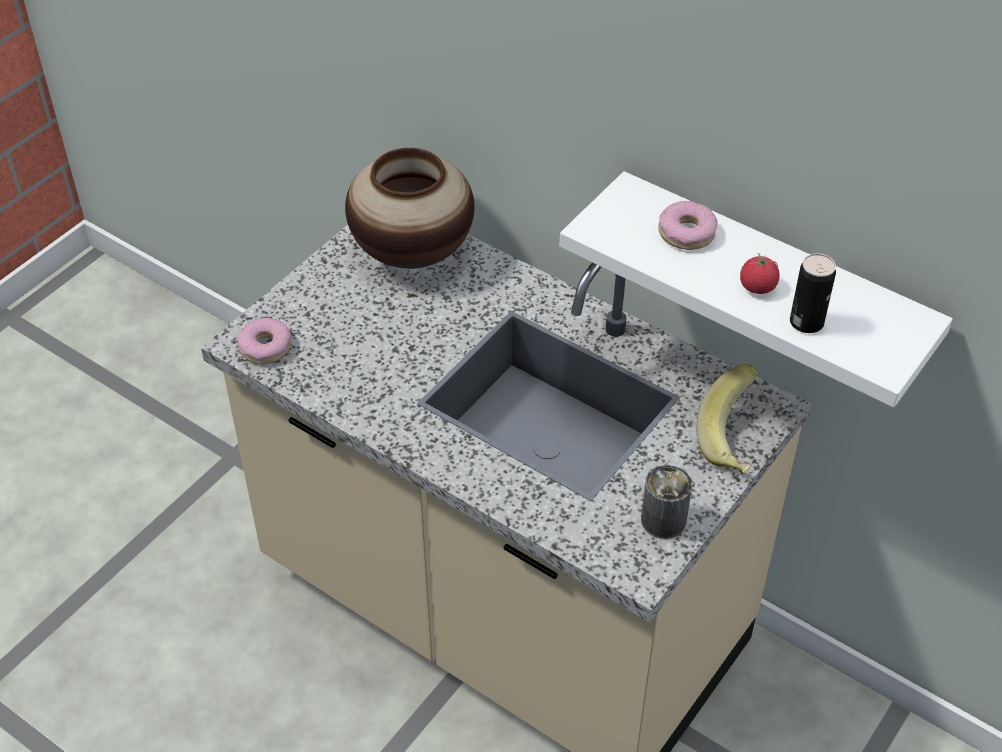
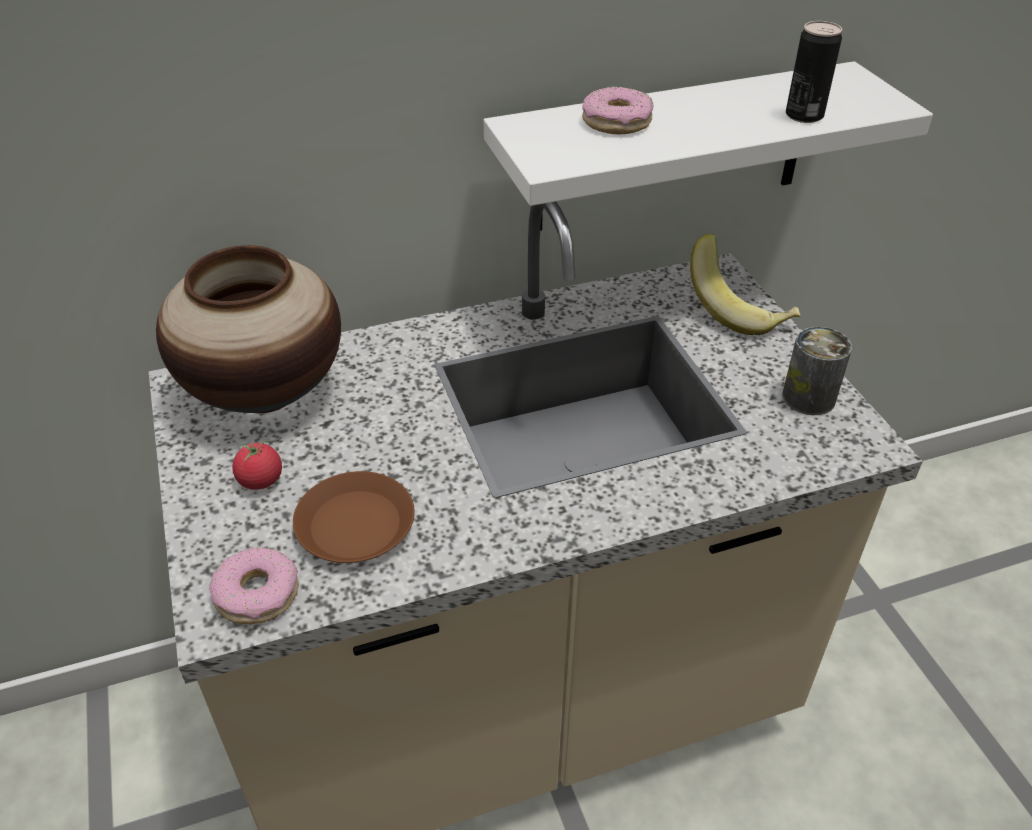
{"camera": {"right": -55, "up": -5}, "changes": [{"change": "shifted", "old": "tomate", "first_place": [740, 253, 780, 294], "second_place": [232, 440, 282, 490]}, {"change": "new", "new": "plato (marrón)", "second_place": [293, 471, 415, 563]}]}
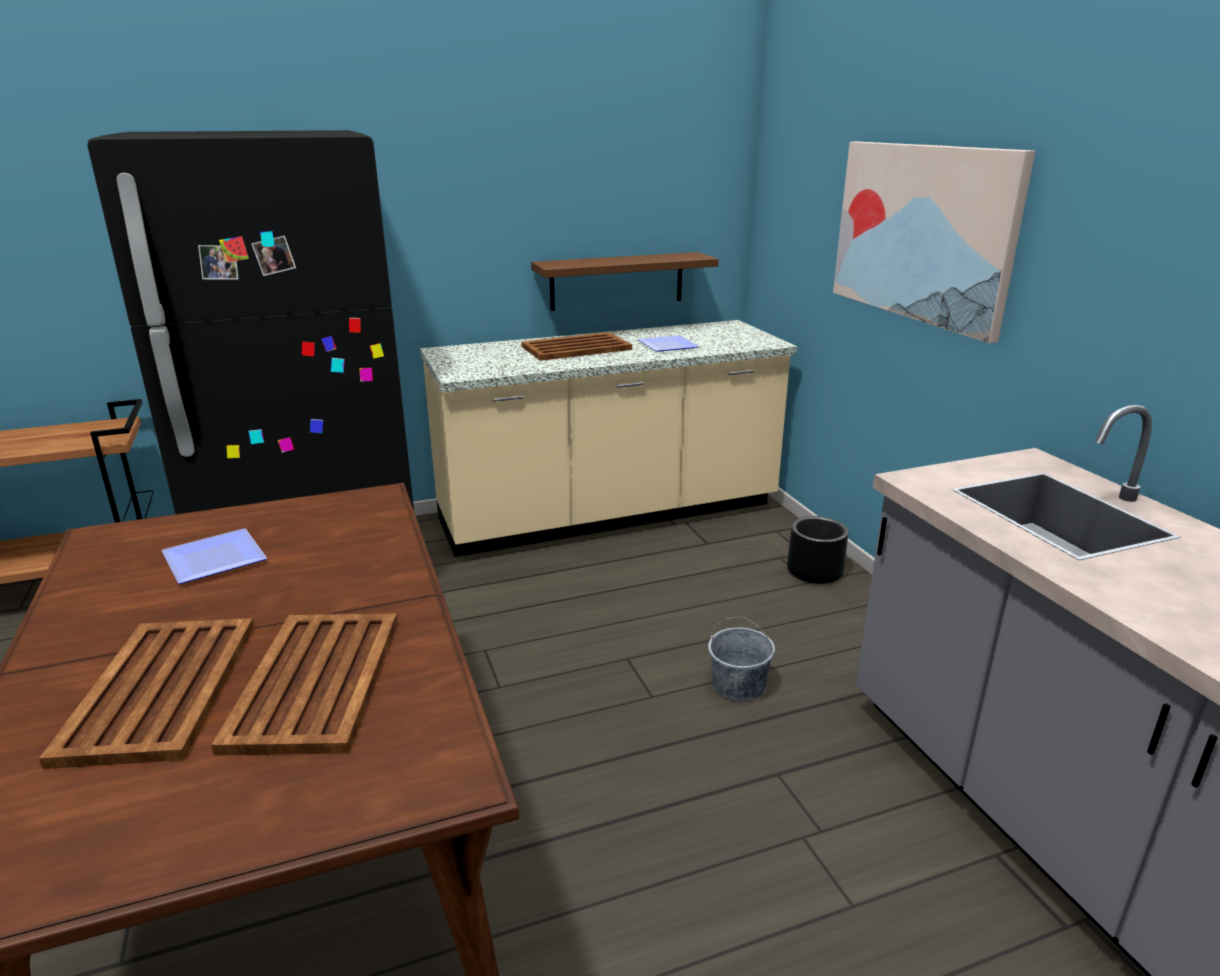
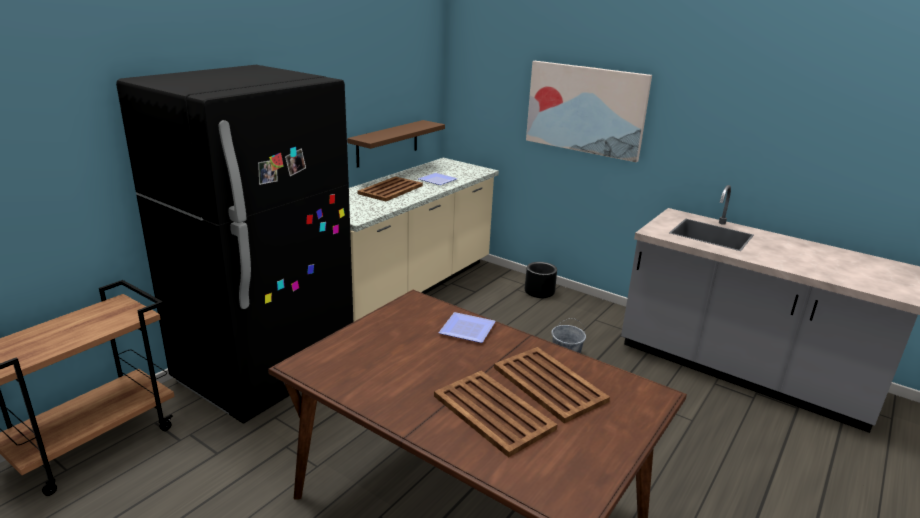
{"camera": {"right": -35, "up": 0}, "changes": [{"change": "shifted", "old": "plato", "first_place": [162, 528, 267, 584], "second_place": [439, 312, 496, 343]}]}
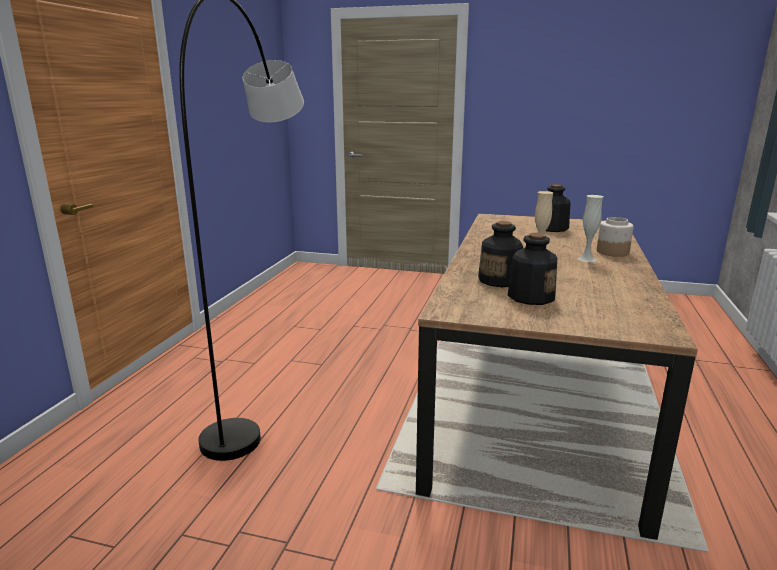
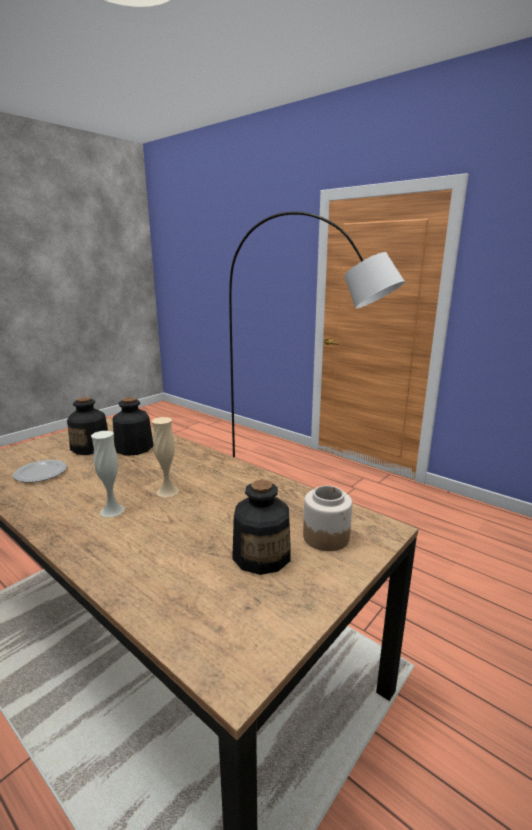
{"camera": {"right": 115, "up": 0}, "changes": [{"change": "shifted", "old": "tarro", "first_place": [597, 217, 634, 257], "second_place": [303, 486, 352, 551]}, {"change": "new", "new": "plato", "second_place": [13, 460, 67, 482]}]}
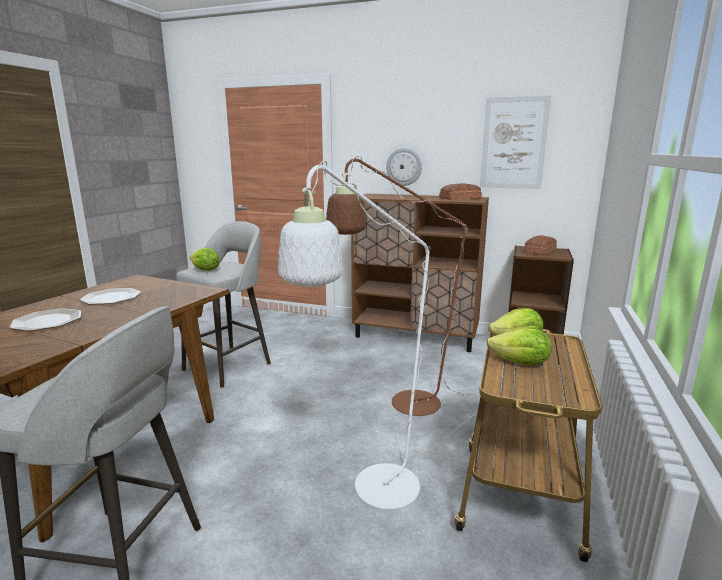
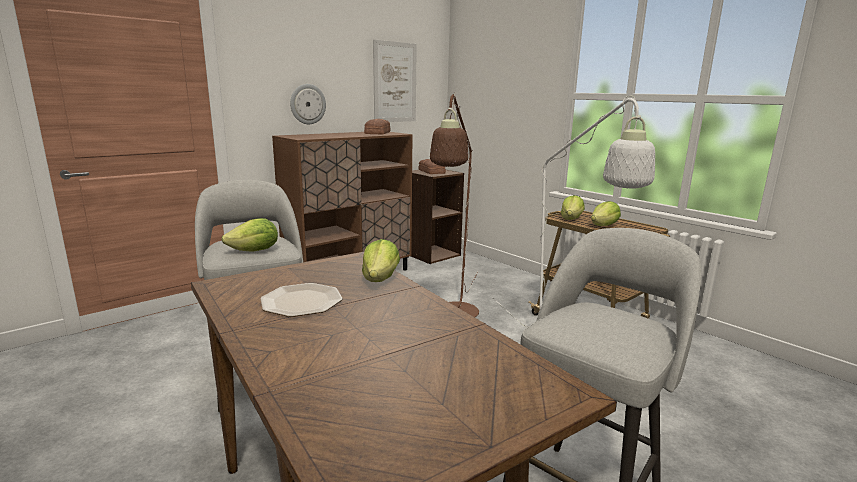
{"camera": {"right": -60, "up": 0}, "changes": [{"change": "gone", "old": "plato", "first_place": [9, 308, 81, 331]}, {"change": "new", "new": "lechuga", "second_place": [362, 239, 400, 282]}]}
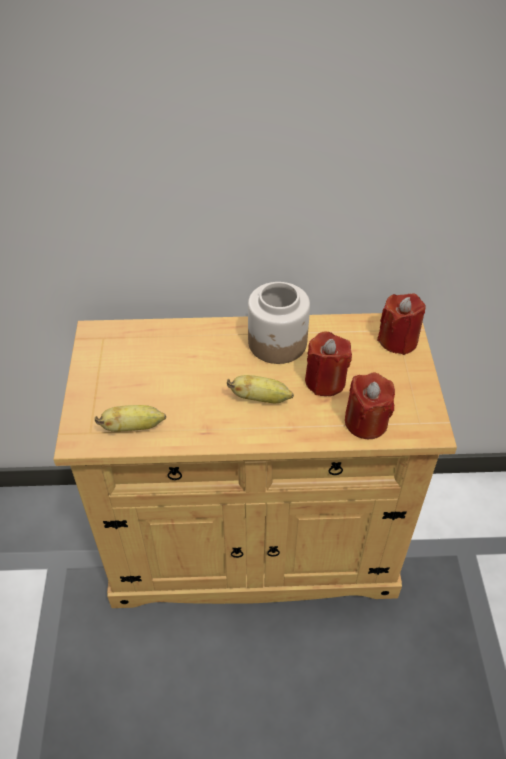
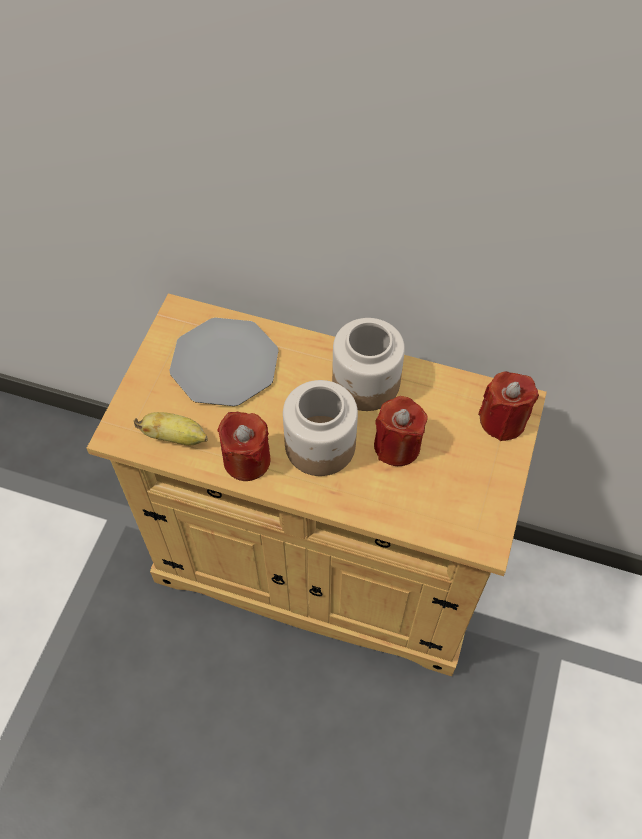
{"camera": {"right": 20, "up": 10}, "changes": [{"change": "shifted", "old": "vela (rojo)", "first_place": [345, 373, 395, 439], "second_place": [217, 412, 270, 481]}, {"change": "swapped", "old": "plátano", "new": "tarro", "first_place": [227, 375, 294, 403], "second_place": [283, 380, 358, 476]}, {"change": "new", "new": "plato", "second_place": [169, 318, 279, 406]}]}
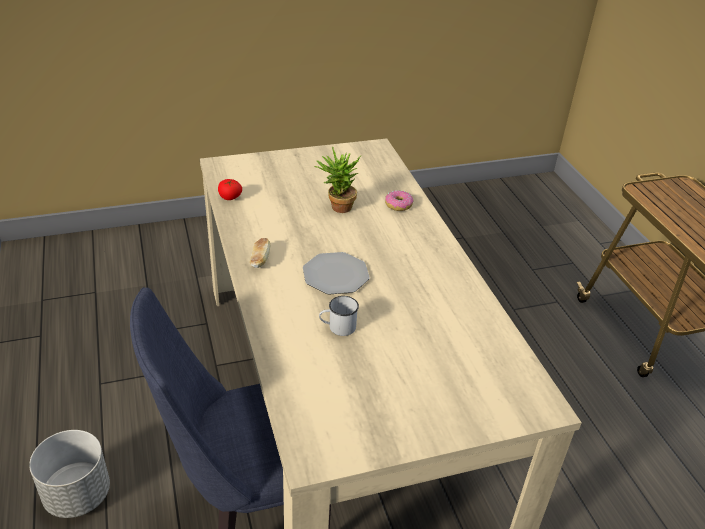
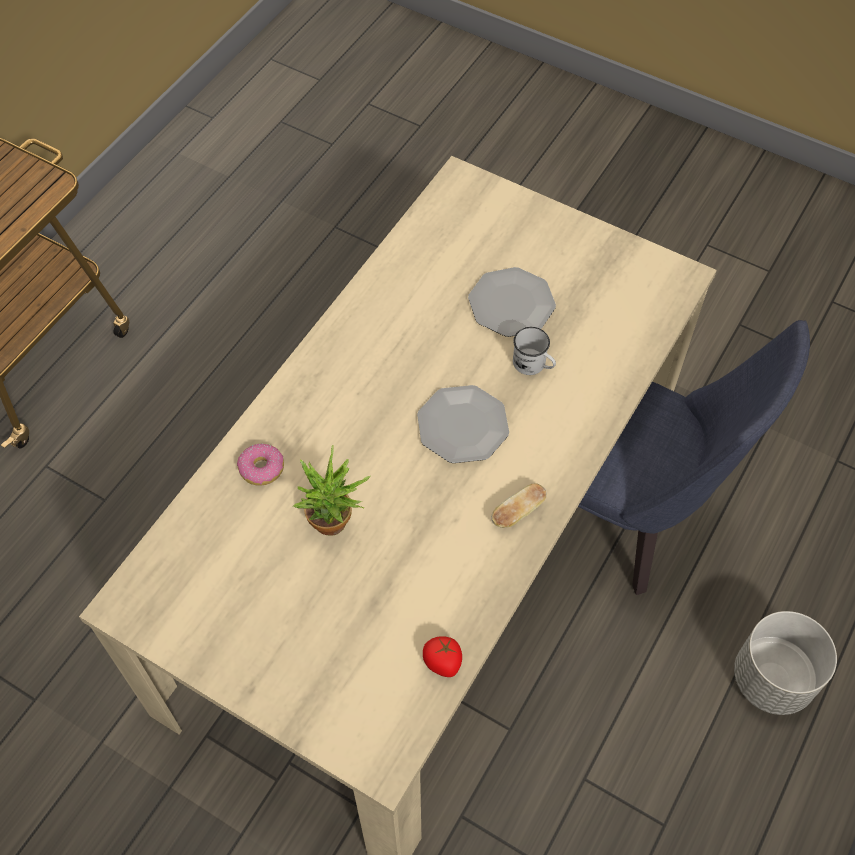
{"camera": {"right": -130, "up": 20}, "changes": [{"change": "new", "new": "plato", "second_place": [468, 267, 556, 337]}]}
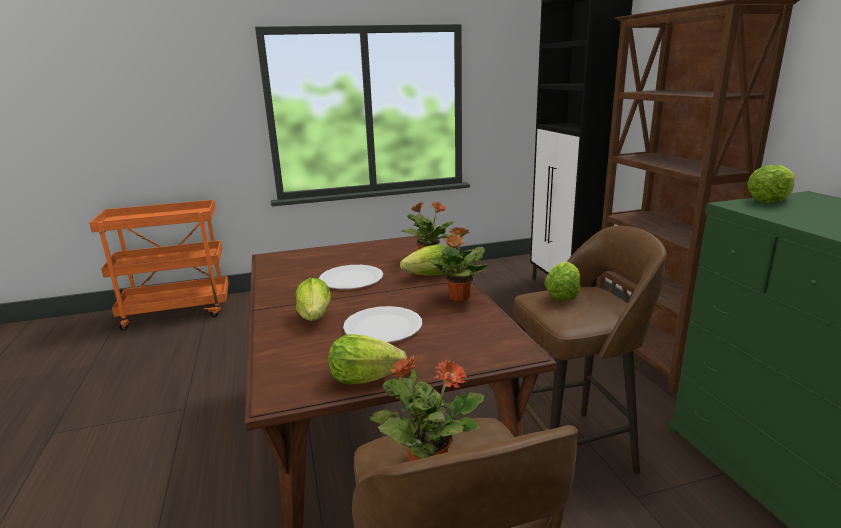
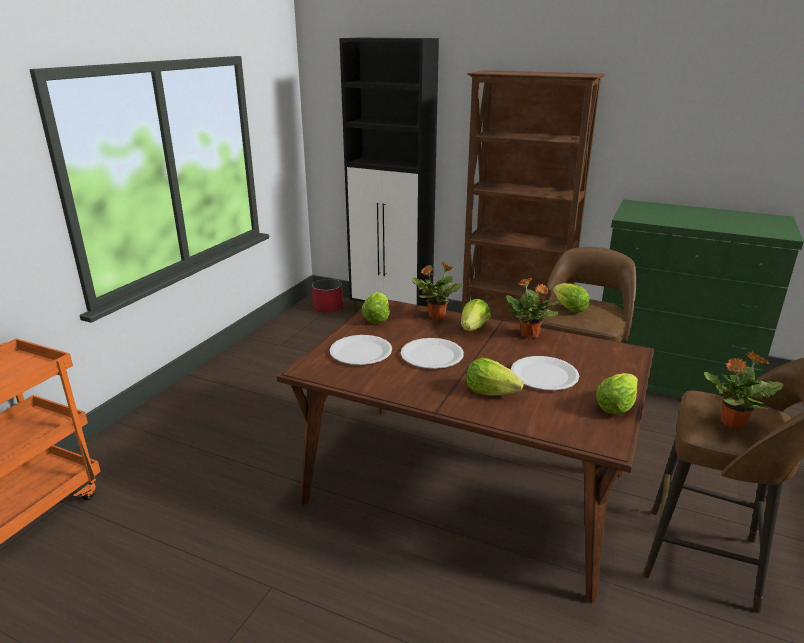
{"camera": {"right": -50, "up": 5}, "changes": [{"change": "shifted", "old": "lechuga", "first_place": [747, 165, 795, 203], "second_place": [361, 292, 390, 323]}, {"change": "new", "new": "maceta (rojo)", "second_place": [312, 279, 343, 314]}, {"change": "new", "new": "plato (blanco)", "second_place": [330, 335, 392, 365]}]}
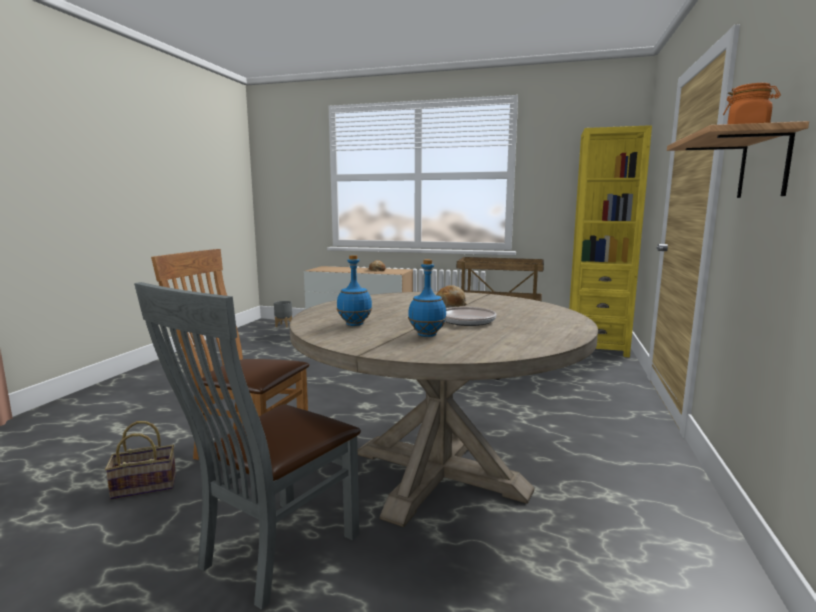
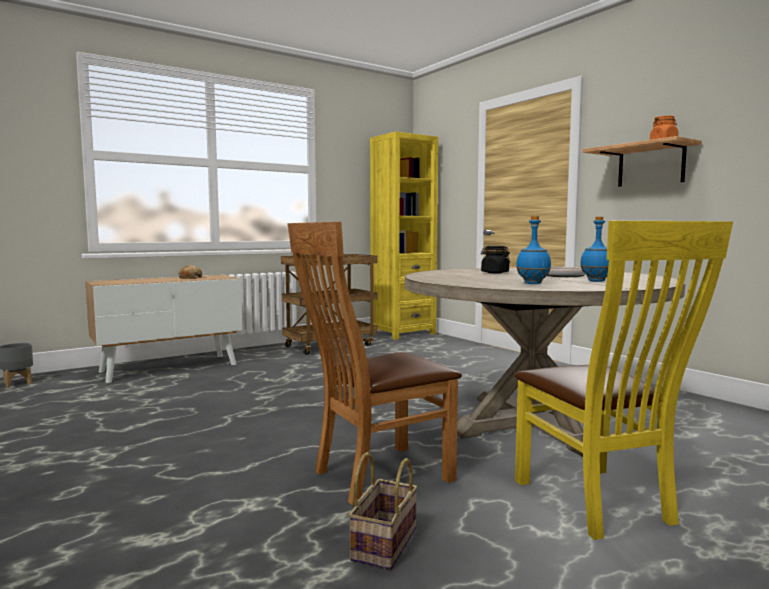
{"camera": {"right": -50, "up": -5}, "changes": [{"change": "repainted", "old": "silla (gris)", "new": "silla (amarillo)", "first_place": [134, 282, 361, 610], "second_place": [514, 221, 733, 540]}, {"change": "swapped", "old": "pan", "new": "tarro (negro)", "first_place": [436, 285, 467, 307], "second_place": [481, 246, 510, 273]}]}
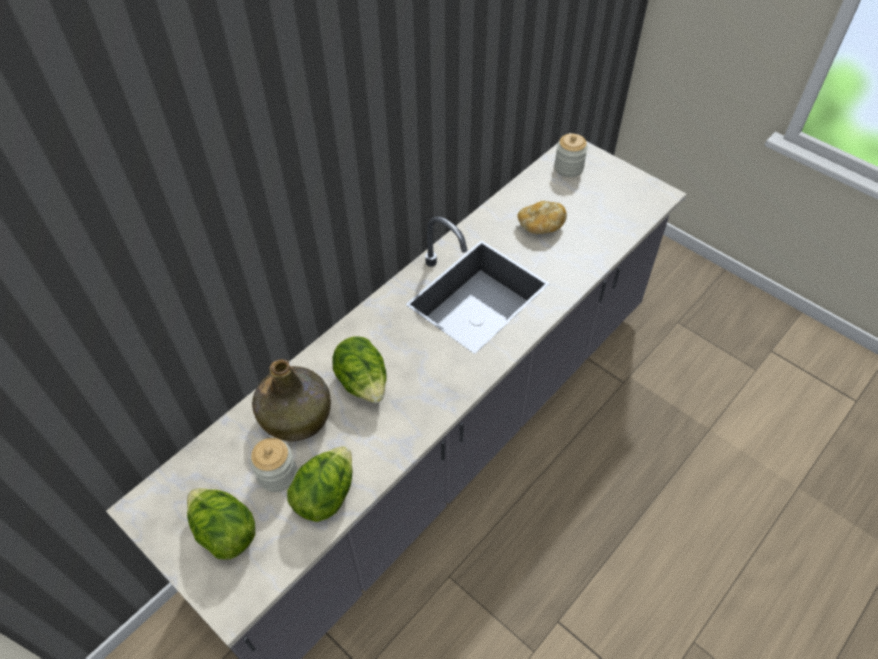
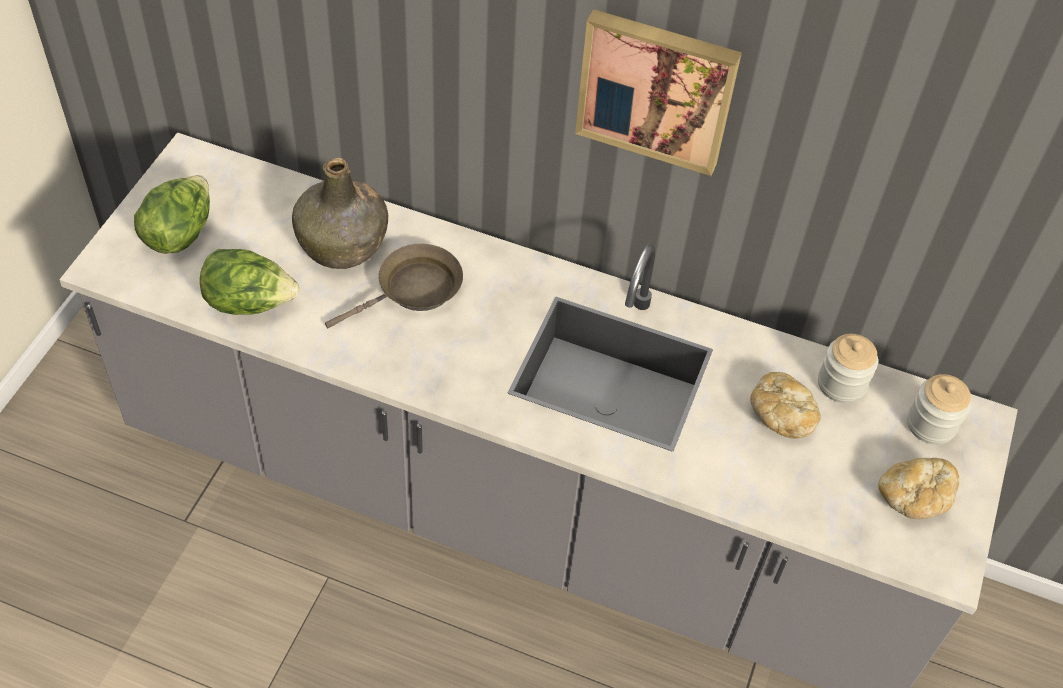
{"camera": {"right": 65, "up": 0}, "changes": [{"change": "swapped", "old": "lechuga", "new": "sartén (marrón)", "first_place": [332, 336, 387, 403], "second_place": [325, 244, 463, 328]}, {"change": "shifted", "old": "tarro", "first_place": [250, 438, 297, 492], "second_place": [818, 334, 878, 403]}, {"change": "new", "new": "cuadro", "second_place": [575, 9, 742, 176]}, {"change": "new", "new": "pan", "second_place": [878, 458, 959, 519]}]}
